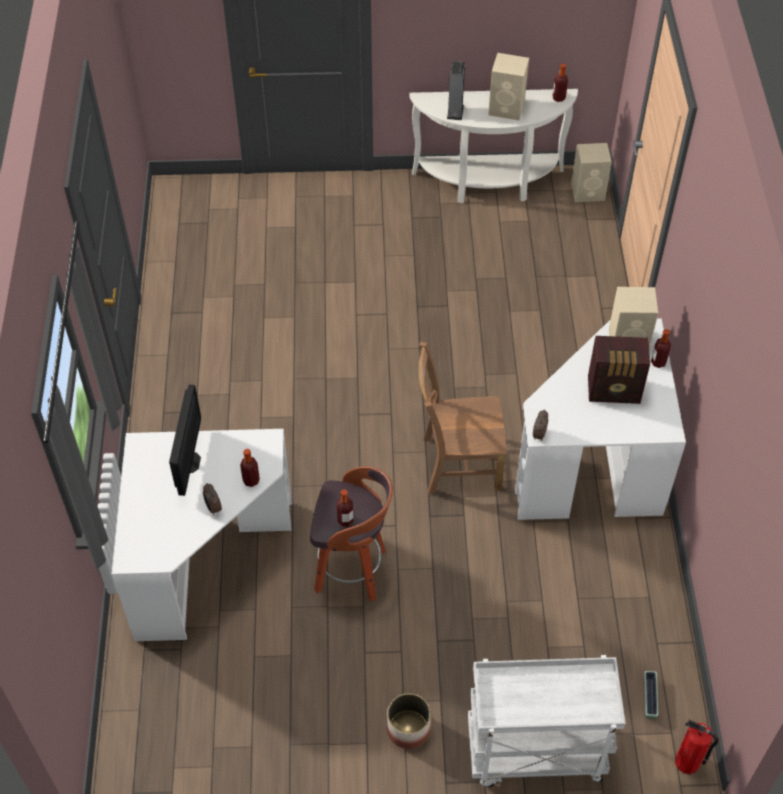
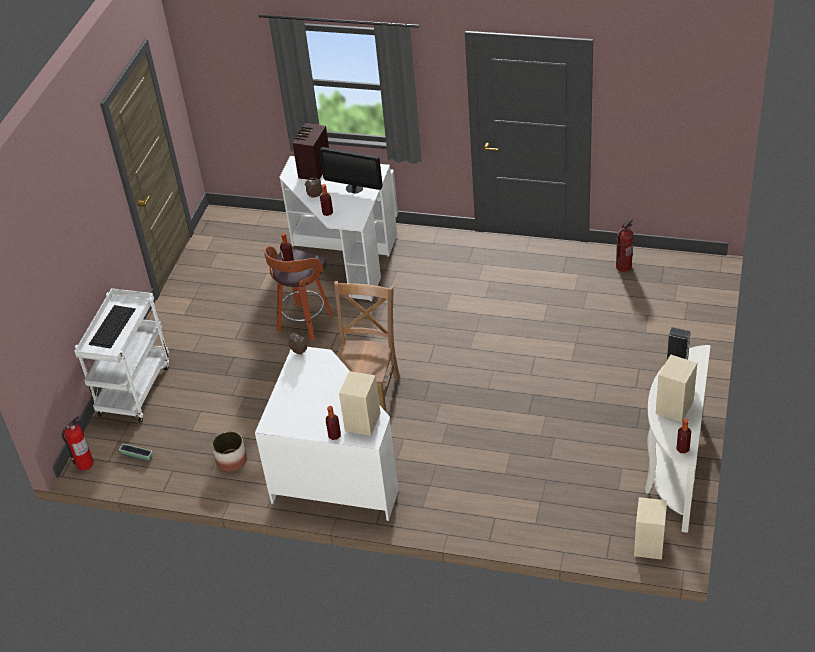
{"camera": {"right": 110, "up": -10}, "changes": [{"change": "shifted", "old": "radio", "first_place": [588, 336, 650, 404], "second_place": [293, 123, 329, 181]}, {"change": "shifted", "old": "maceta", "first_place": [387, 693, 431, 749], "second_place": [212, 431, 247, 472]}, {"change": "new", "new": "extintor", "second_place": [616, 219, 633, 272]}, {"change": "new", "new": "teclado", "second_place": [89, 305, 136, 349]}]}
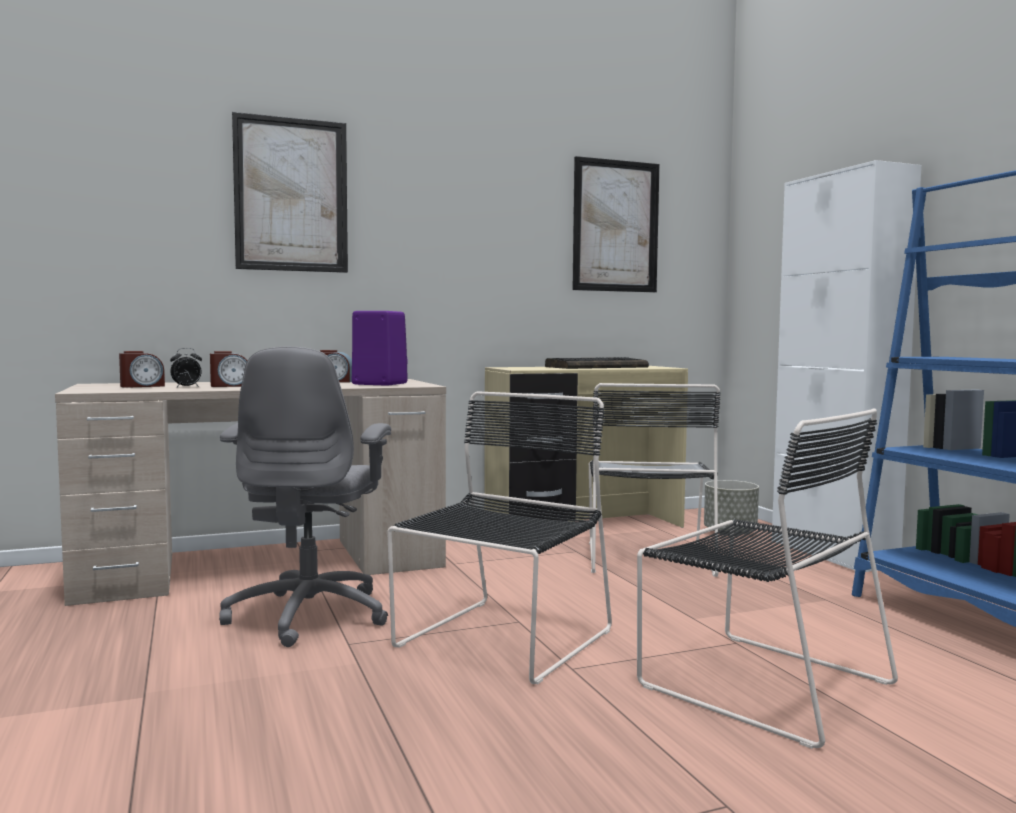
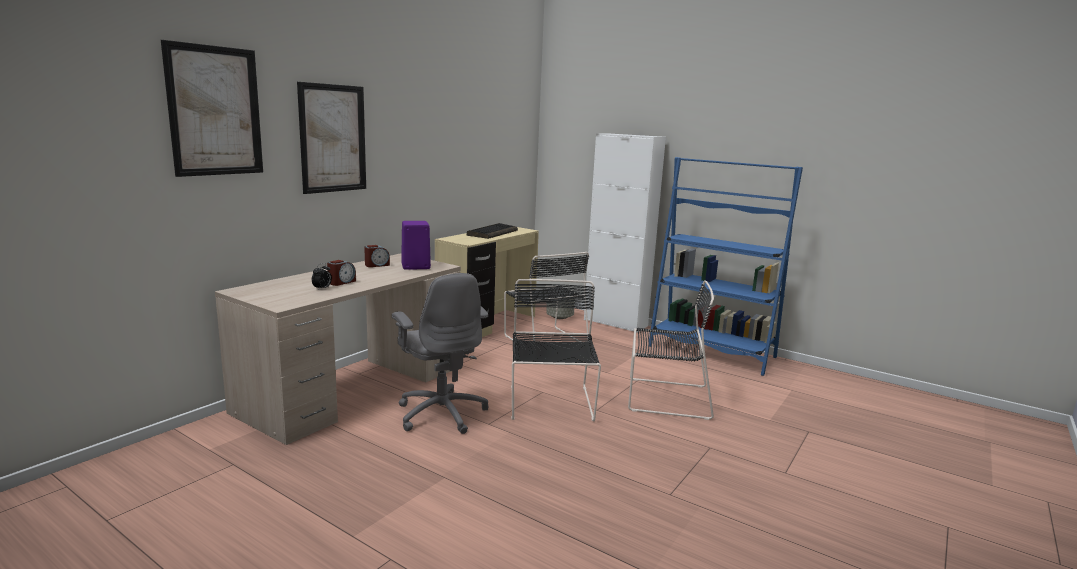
{"camera": {"right": -35, "up": 10}, "changes": [{"change": "shifted", "old": "cuadro", "first_place": [573, 156, 660, 292], "second_place": [161, 40, 263, 177]}, {"change": "gone", "old": "despertador", "first_place": [119, 351, 165, 388]}]}
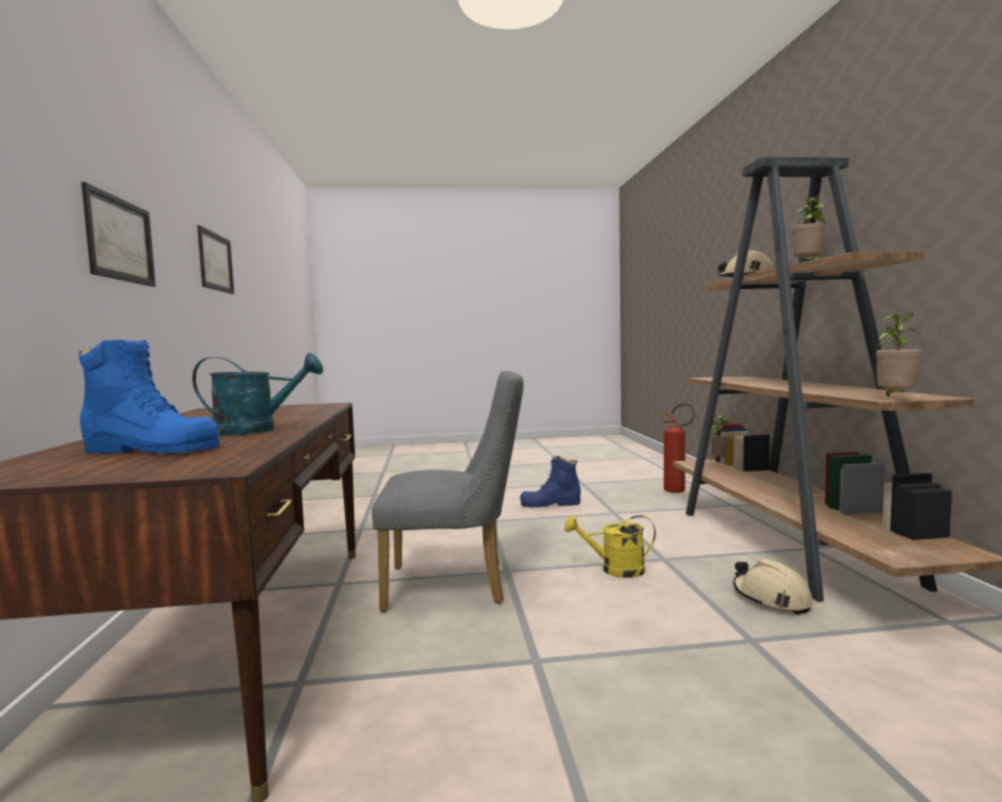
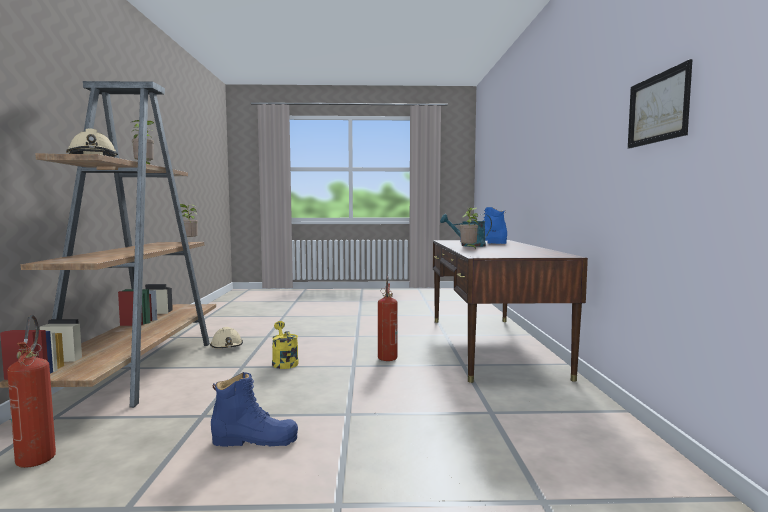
{"camera": {"right": -175, "up": 0}, "changes": [{"change": "gone", "old": "cuadro", "first_place": [81, 182, 156, 287]}, {"change": "swapped", "old": "silla (gris)", "new": "extintor", "first_place": [372, 371, 524, 612], "second_place": [378, 276, 398, 361]}, {"change": "shifted", "old": "planta en maceta", "first_place": [710, 413, 733, 460], "second_place": [460, 207, 478, 249]}, {"change": "rotated", "old": "regadera (amarillo)", "first_place": [564, 515, 656, 578], "second_place": [272, 321, 299, 369], "degrees": -120}]}
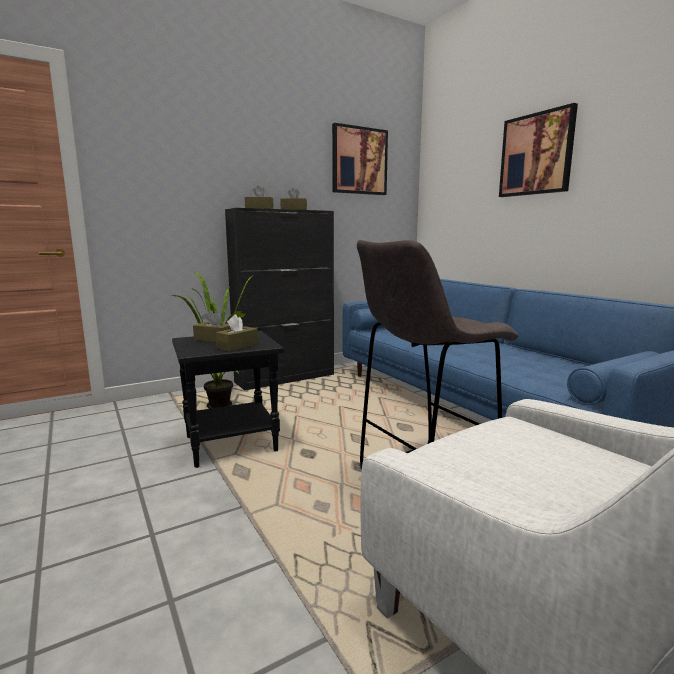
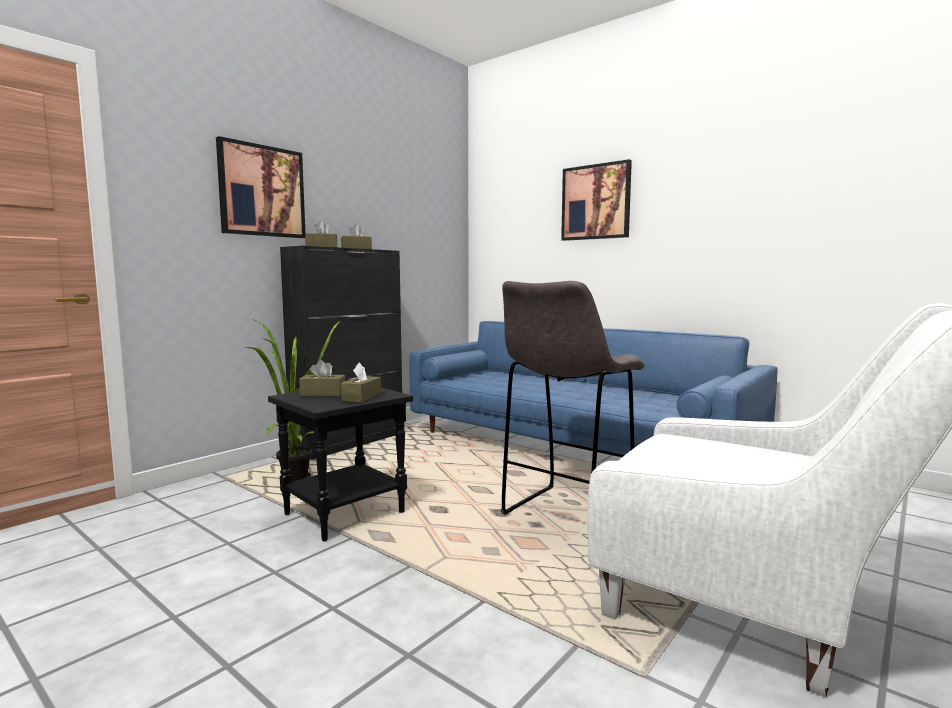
{"camera": {"right": -20, "up": -5}, "changes": [{"change": "shifted", "old": "cuadro", "first_place": [332, 123, 388, 195], "second_place": [216, 136, 305, 238]}]}
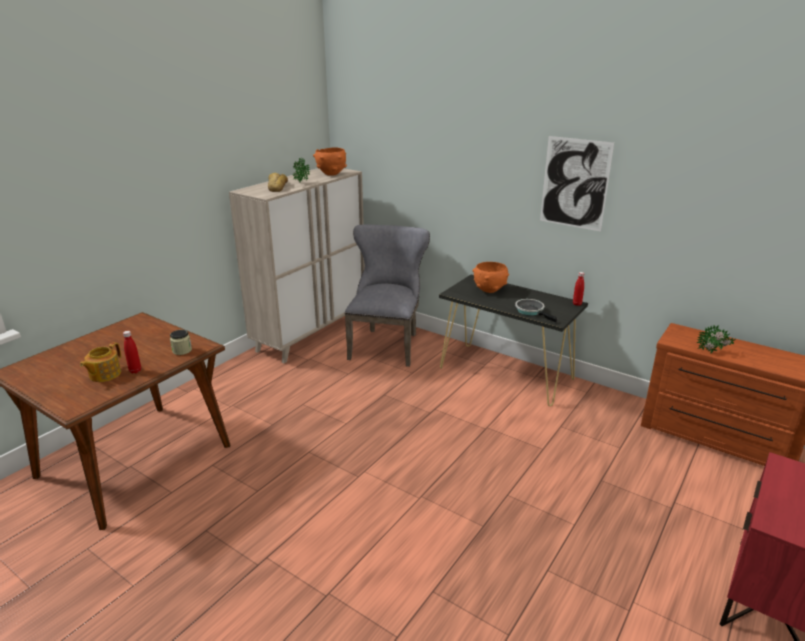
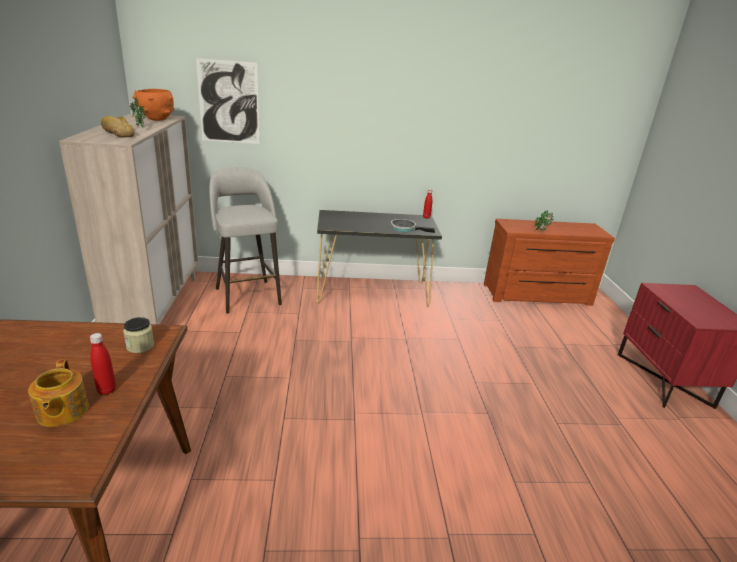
{"camera": {"right": -40, "up": 0}, "changes": [{"change": "shifted", "old": "cuadro", "first_place": [540, 136, 614, 231], "second_place": [196, 58, 260, 144]}, {"change": "swapped", "old": "silla (gris)", "new": "taburete (gris)", "first_place": [345, 224, 430, 367], "second_place": [209, 167, 282, 314]}, {"change": "gone", "old": "cuenco (naranja)", "first_place": [473, 262, 509, 293]}]}
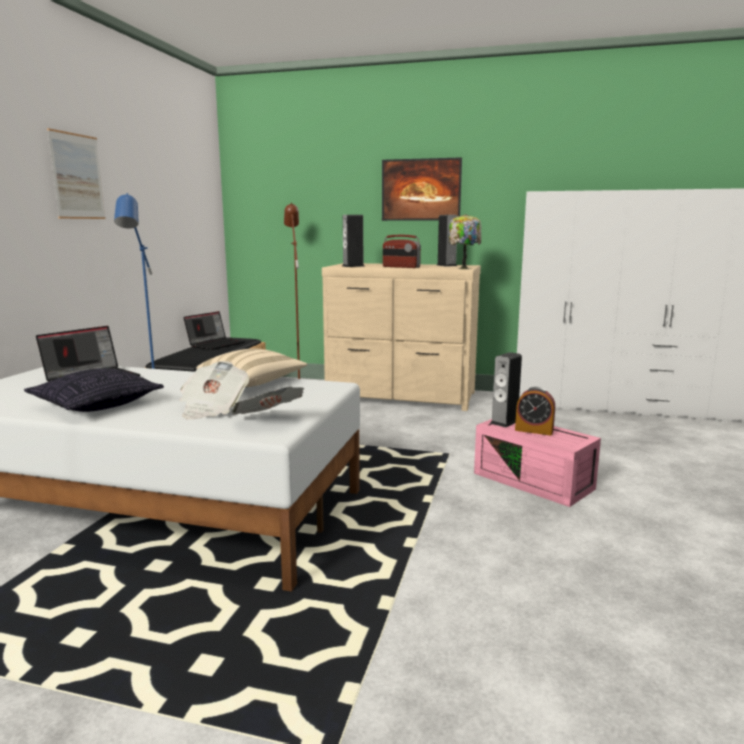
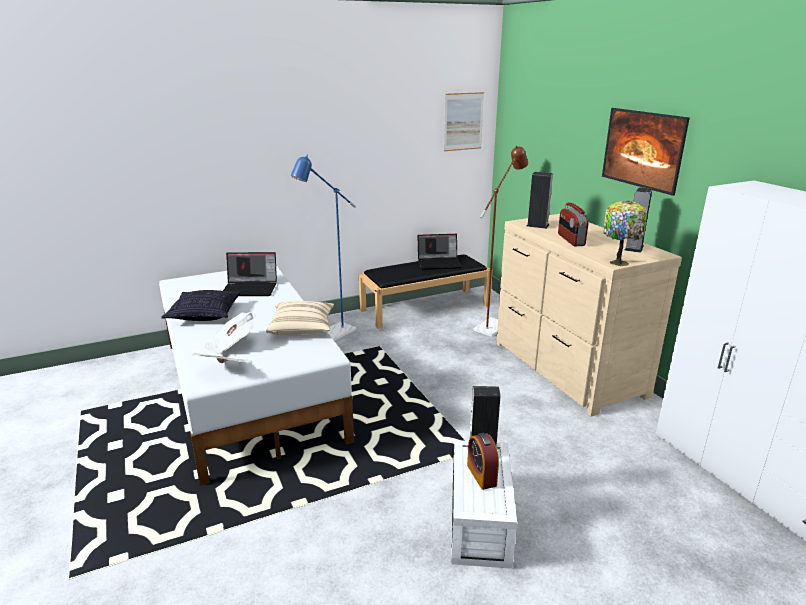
{"camera": {"right": 50, "up": 10}, "changes": [{"change": "shifted", "old": "cuadro", "first_place": [47, 128, 105, 219], "second_place": [444, 92, 484, 151]}, {"change": "repainted", "old": "caja de almacenaje (rosa)", "new": "caja de almacenaje (blanco)", "first_place": [474, 419, 601, 507], "second_place": [451, 440, 517, 569]}]}
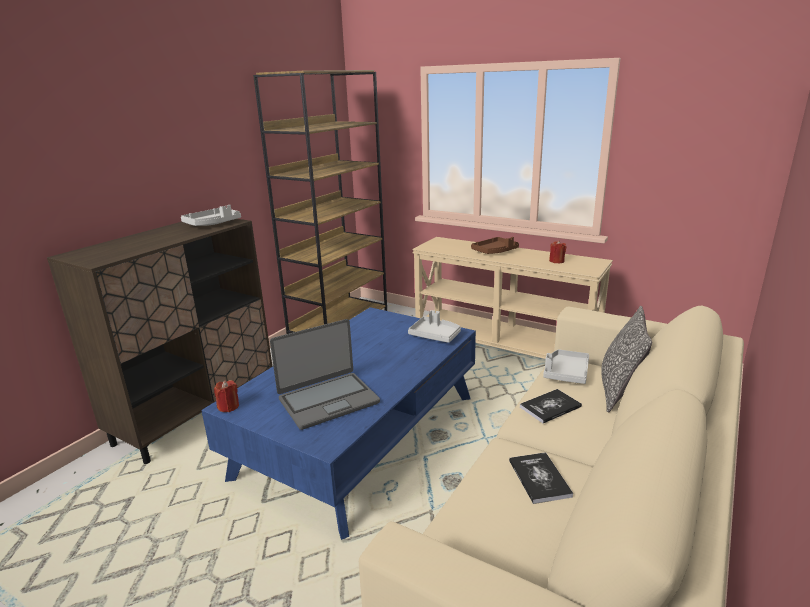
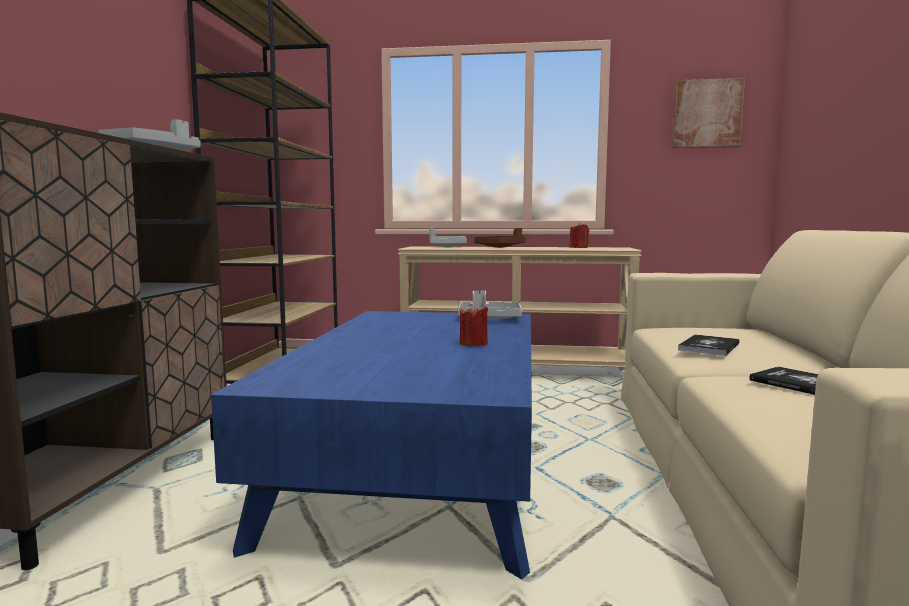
{"camera": {"right": -25, "up": -15}, "changes": [{"change": "gone", "old": "cojín", "first_place": [601, 306, 652, 413]}, {"change": "gone", "old": "portátil", "first_place": [270, 319, 380, 430]}, {"change": "shifted", "old": "bandeja (gris)", "first_place": [543, 349, 589, 384], "second_place": [430, 228, 467, 248]}, {"change": "shifted", "old": "vela (rojo)", "first_place": [214, 380, 239, 412], "second_place": [460, 303, 488, 346]}, {"change": "new", "new": "cuadro", "second_place": [671, 78, 746, 148]}]}
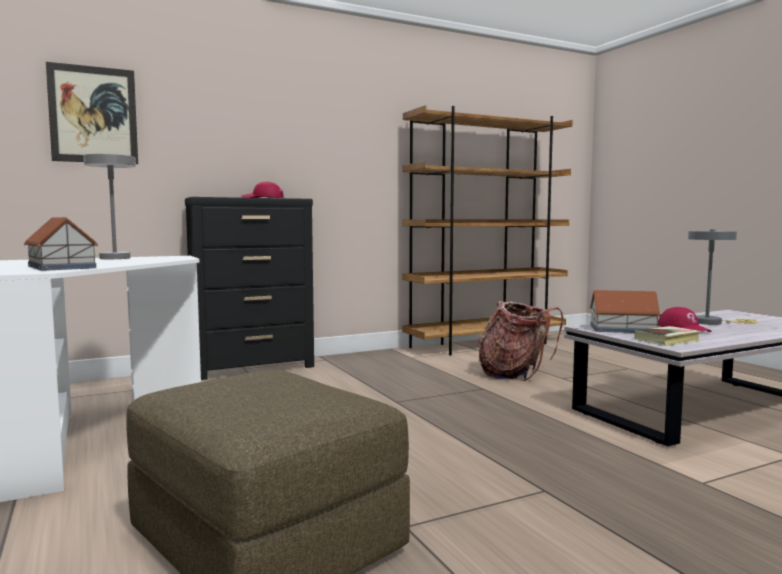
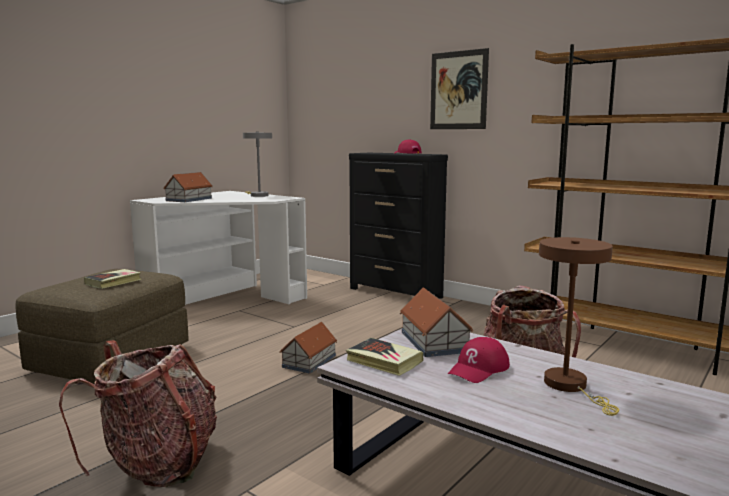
{"camera": {"right": 65, "up": 5}, "changes": [{"change": "shifted", "old": "cuadro", "first_place": [46, 62, 138, 164], "second_place": [430, 48, 489, 129]}, {"change": "repainted", "old": "lámpara de mesa (gris)", "new": "lámpara de mesa (marrón)", "first_place": [688, 229, 757, 325], "second_place": [539, 237, 619, 416]}, {"change": "new", "new": "libro", "second_place": [84, 269, 141, 289]}, {"change": "new", "new": "casita", "second_place": [280, 322, 337, 374]}, {"change": "new", "new": "mochila", "second_place": [59, 340, 217, 487]}]}
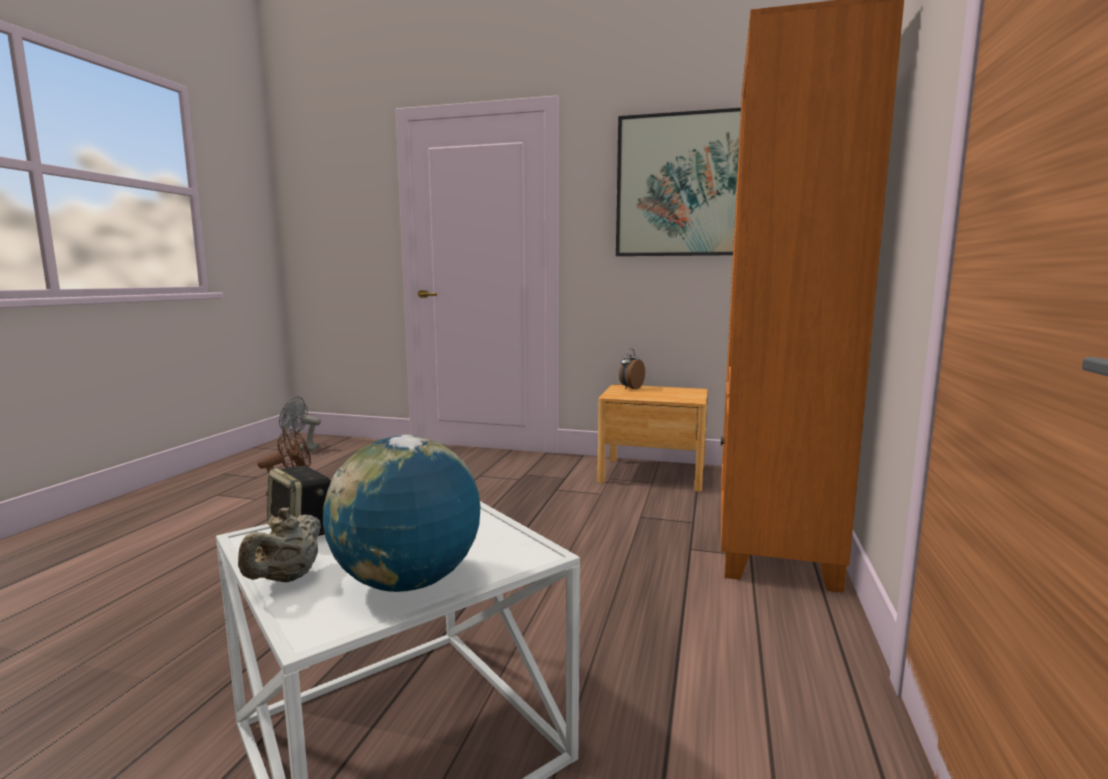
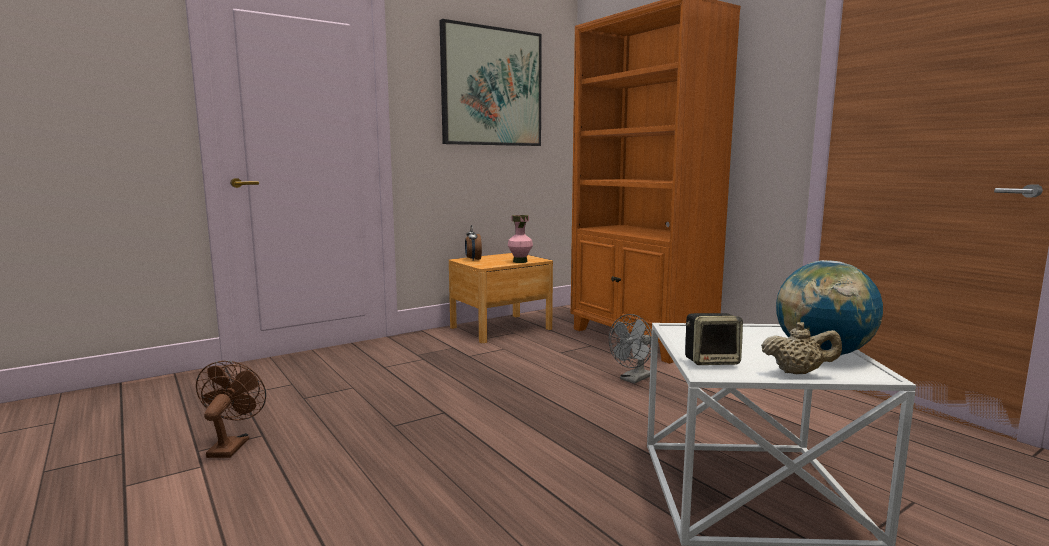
{"camera": {"right": -50, "up": 0}, "changes": [{"change": "shifted", "old": "ventilador (gris)", "first_place": [279, 396, 321, 451], "second_place": [609, 314, 652, 384]}, {"change": "rotated", "old": "tetera (beis)", "first_place": [238, 508, 321, 582], "second_place": [761, 322, 842, 374], "degrees": -45}, {"change": "new", "new": "florero (rosa)", "second_place": [508, 215, 533, 263]}]}
